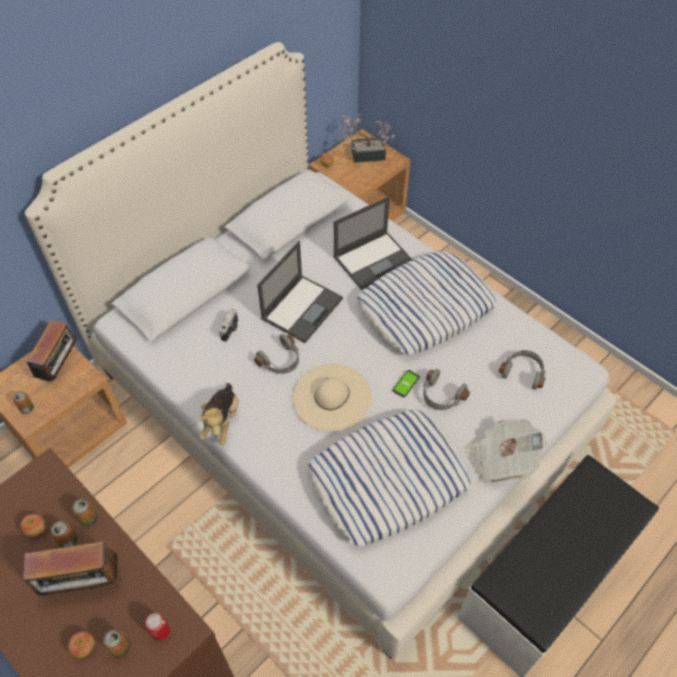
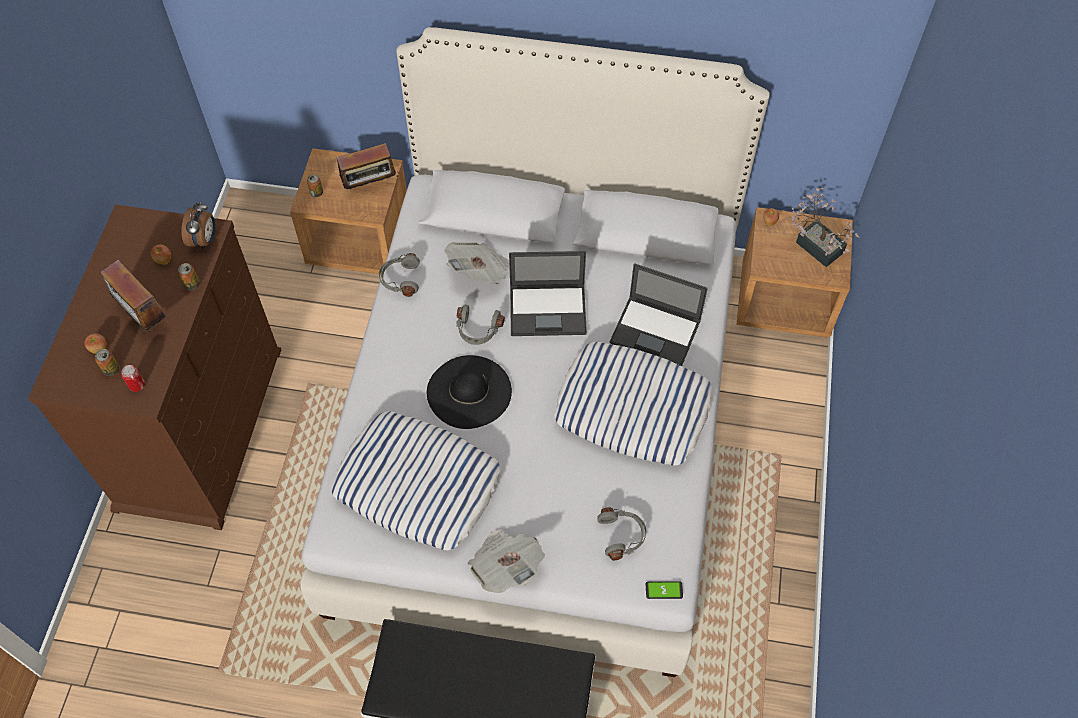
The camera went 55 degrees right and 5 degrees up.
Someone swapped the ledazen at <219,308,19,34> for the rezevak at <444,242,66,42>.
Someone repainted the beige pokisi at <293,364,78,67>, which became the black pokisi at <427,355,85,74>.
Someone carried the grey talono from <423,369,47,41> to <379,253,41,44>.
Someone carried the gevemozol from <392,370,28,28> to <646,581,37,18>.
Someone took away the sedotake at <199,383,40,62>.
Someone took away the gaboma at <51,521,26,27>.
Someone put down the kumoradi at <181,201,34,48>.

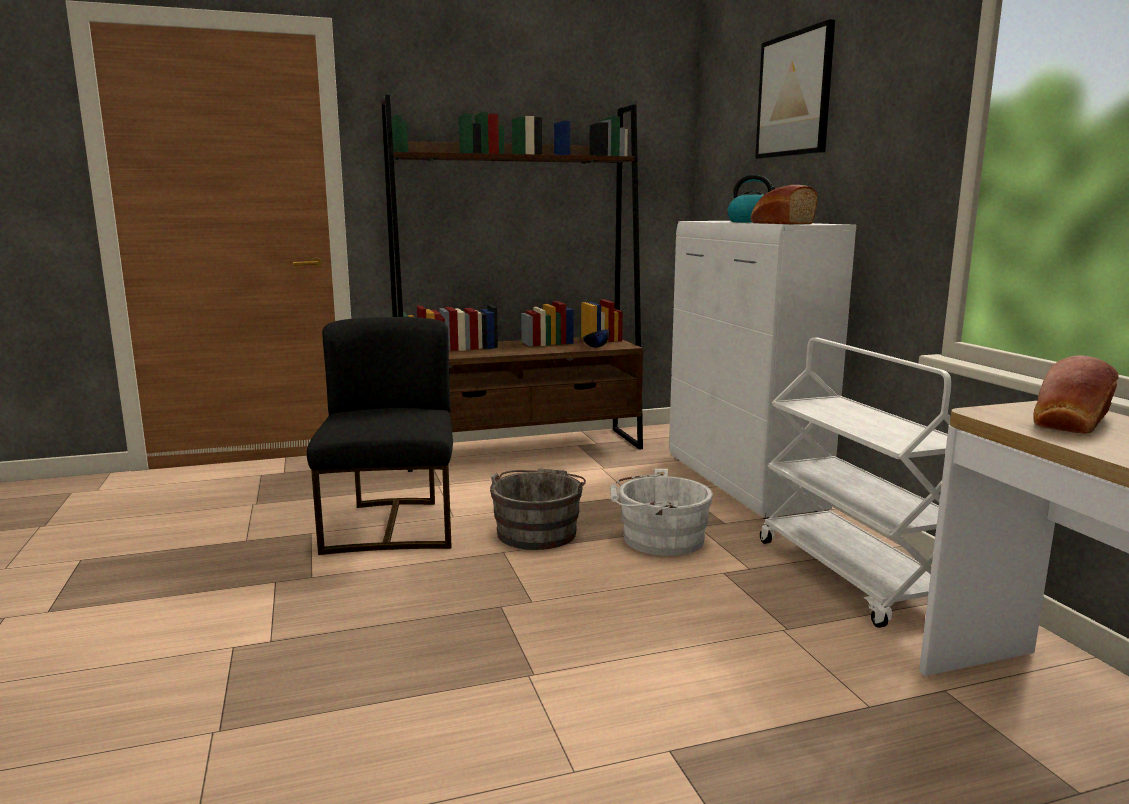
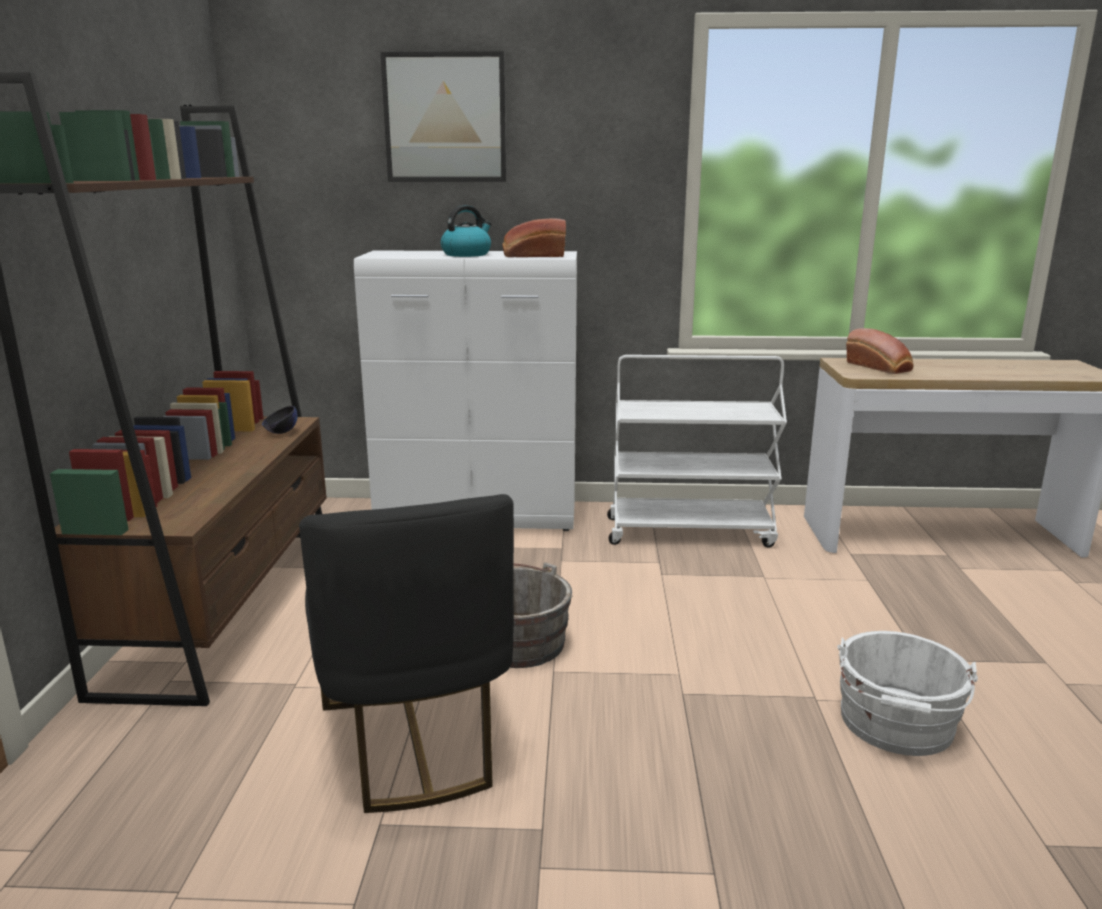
The camera went 70 degrees left and 5 degrees up.
Someone rotated the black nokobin at <307,317,146,238> by 120 degrees counterclockwise.
Someone carried the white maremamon from <610,469,103,87> to <837,631,141,125>.

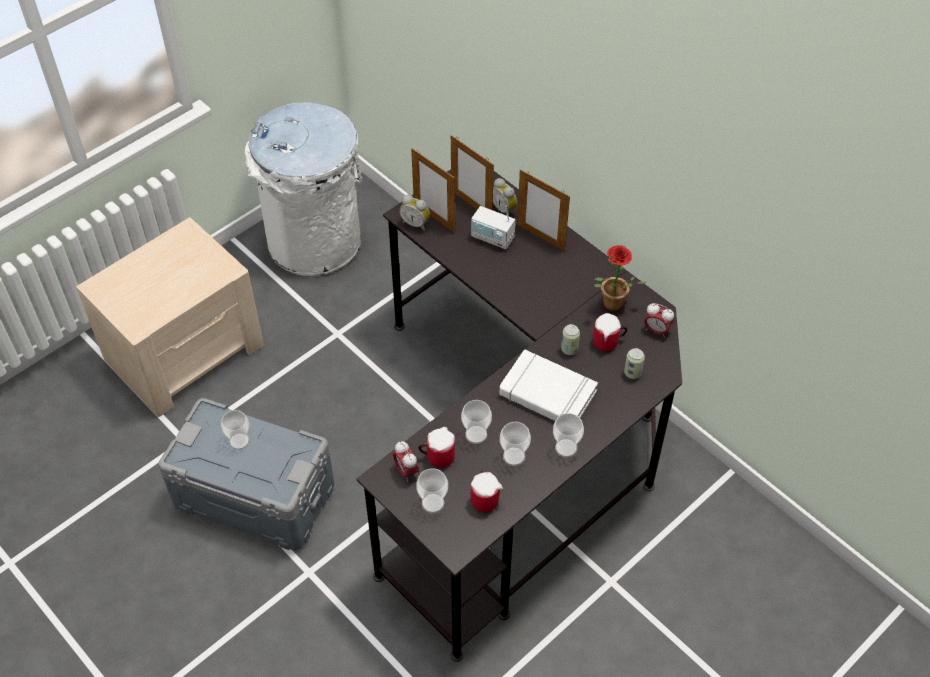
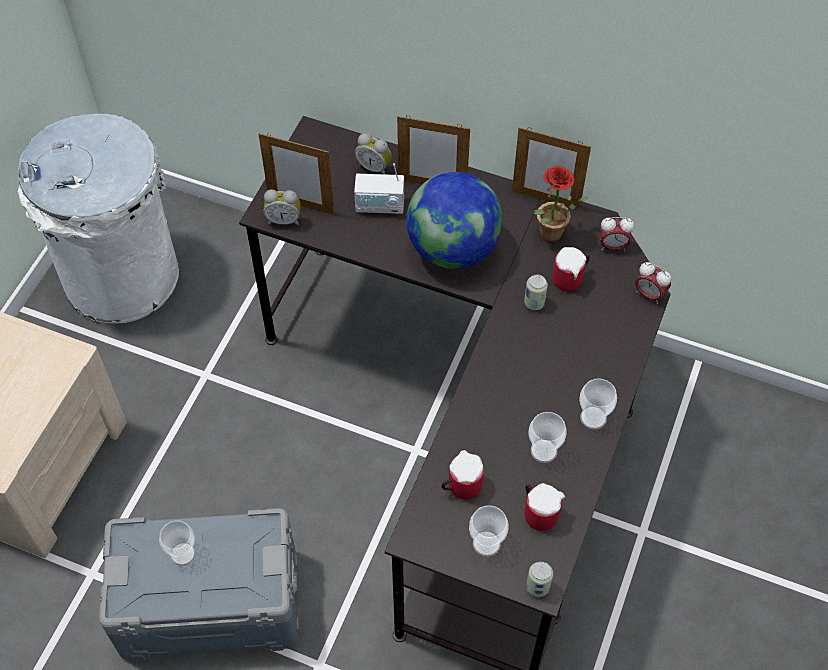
The camera went 25 degrees left and 5 degrees up.
Someone carried the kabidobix from <451,135,43,75> to <512,127,79,83>.
Someone carried the gaboma from <624,348,21,31> to <526,562,27,35>.
Someone took away the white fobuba at <499,349,99,72>.
Someone took away the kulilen at <461,400,31,44>.
Someone carried the kumoradi from <393,441,26,41> to <635,262,36,42>.
Someone put down the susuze at <406,172,97,97>.

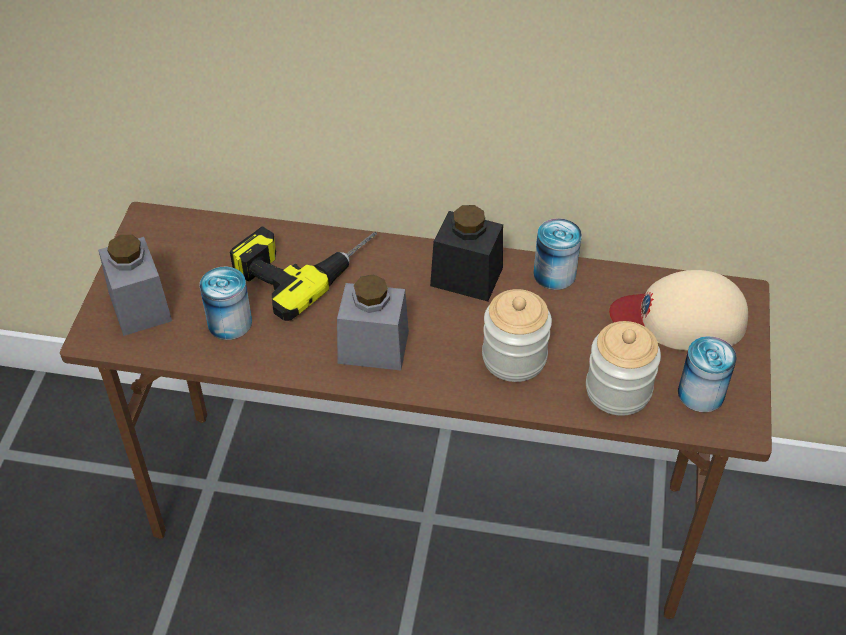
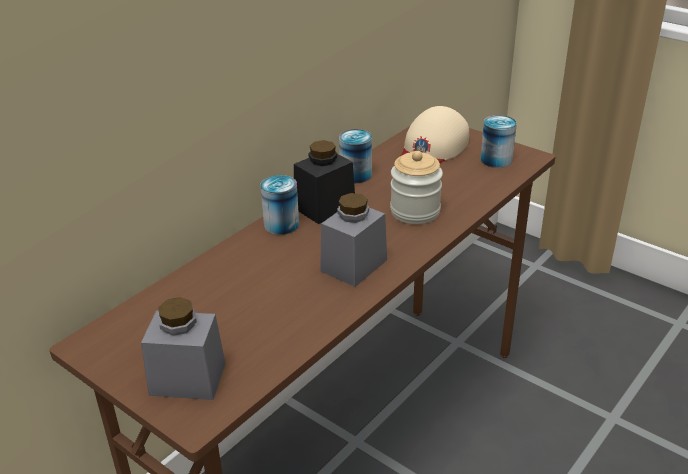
The camera went 60 degrees left and 15 degrees down.
Someone took away the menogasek at <230,226,147,95>.
Someone carried the gaboma from <200,267,52,73> to <260,175,39,60>.
Someone took away the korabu at <586,321,75,95>.

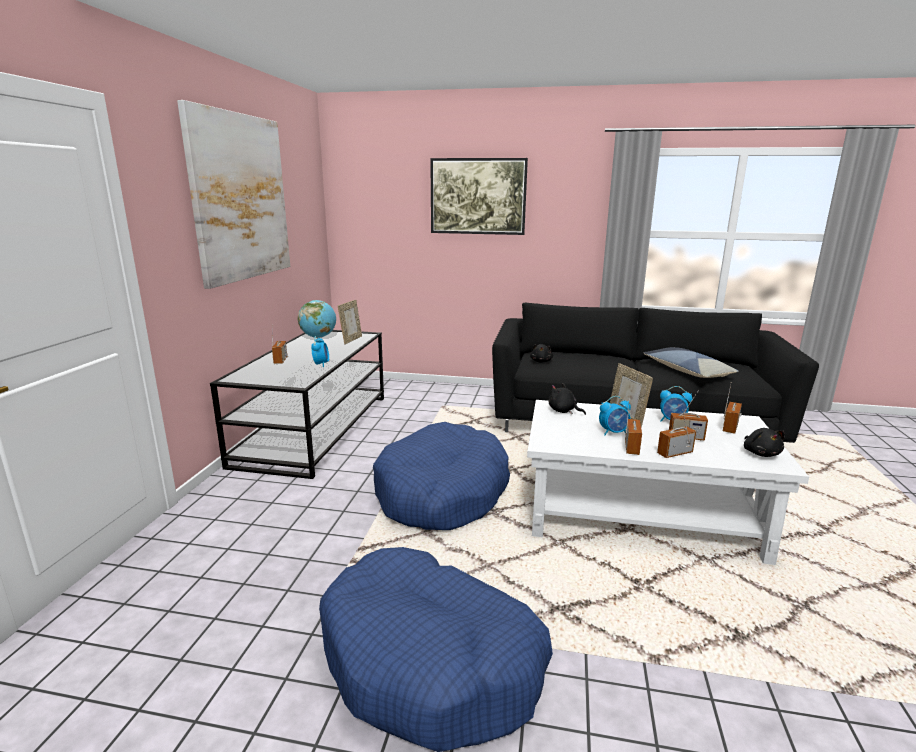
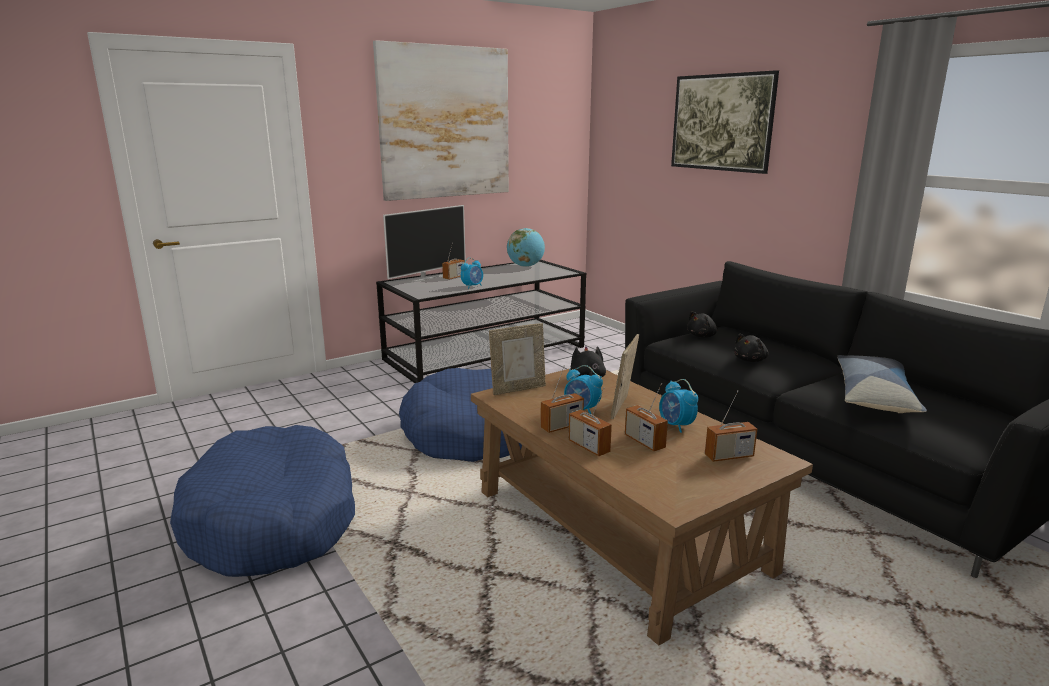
The camera went 45 degrees right and 0 degrees up.
Someone carried the kabidobix from <338,300,24,44> to <489,323,57,72>.
Someone repainted the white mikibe at <527,400,282,165>, which became the brown mikibe at <471,369,342,277>.
Someone rotated the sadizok at <657,410,39,48> by 150 degrees counterclockwise.
Someone carried the black sedotake from <744,428,41,29> to <734,334,35,28>.
Someone put down the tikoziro at <383,205,83,78>.

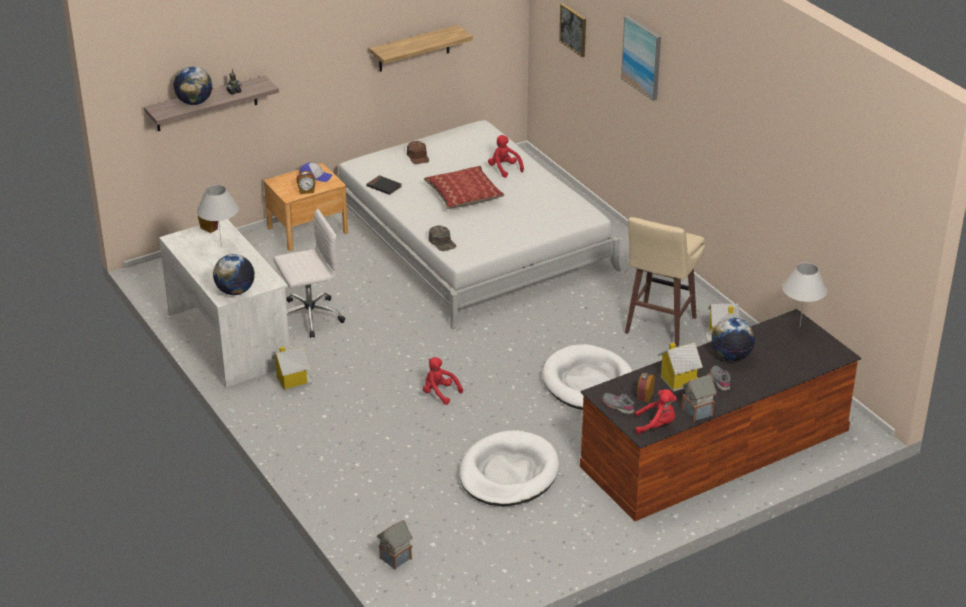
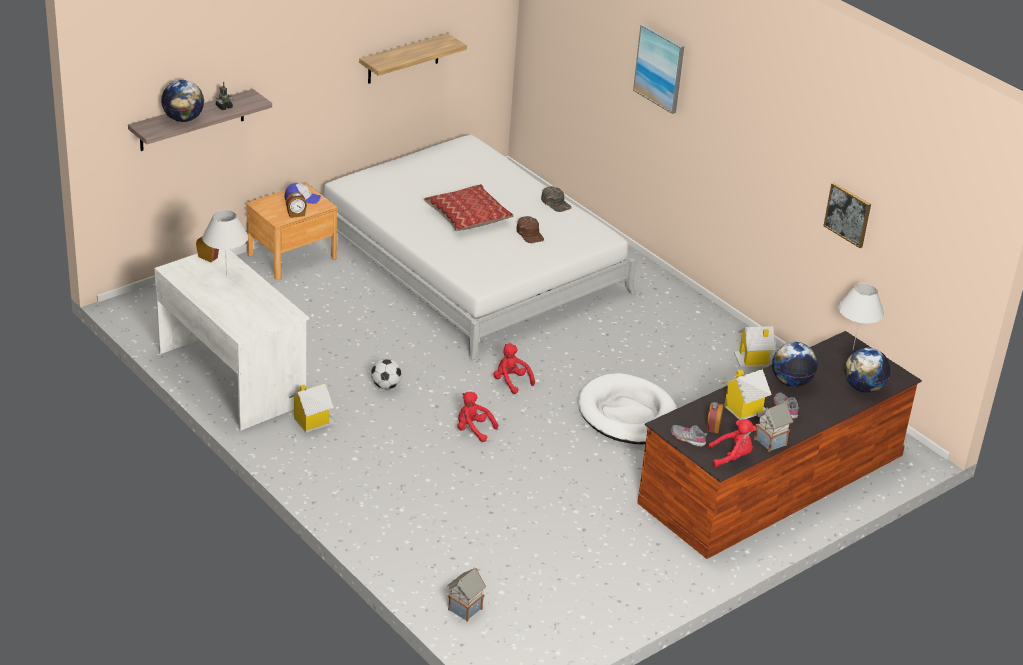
The camera went 10 degrees left and 0 degrees up.
Someone carried the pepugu from <559,3,27,54> to <823,182,48,66>.
Someone carried the red sedotake from <488,135,36,43> to <494,344,41,50>.
Someone carried the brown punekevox from <407,141,22,23> to <516,216,28,27>.
Someone took away the black fobuba at <366,175,36,20>.
Someone took away the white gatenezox at <273,209,72,129>.
Someone took away the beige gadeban at <625,217,80,130>.
Someone carried the green punekevox from <429,225,28,26> to <541,186,31,26>.
Someone carried the susuze from <213,254,42,41> to <845,348,46,45>.
Someone took away the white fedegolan at <459,431,100,75>.
Someone put down the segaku at <371,358,31,31>.

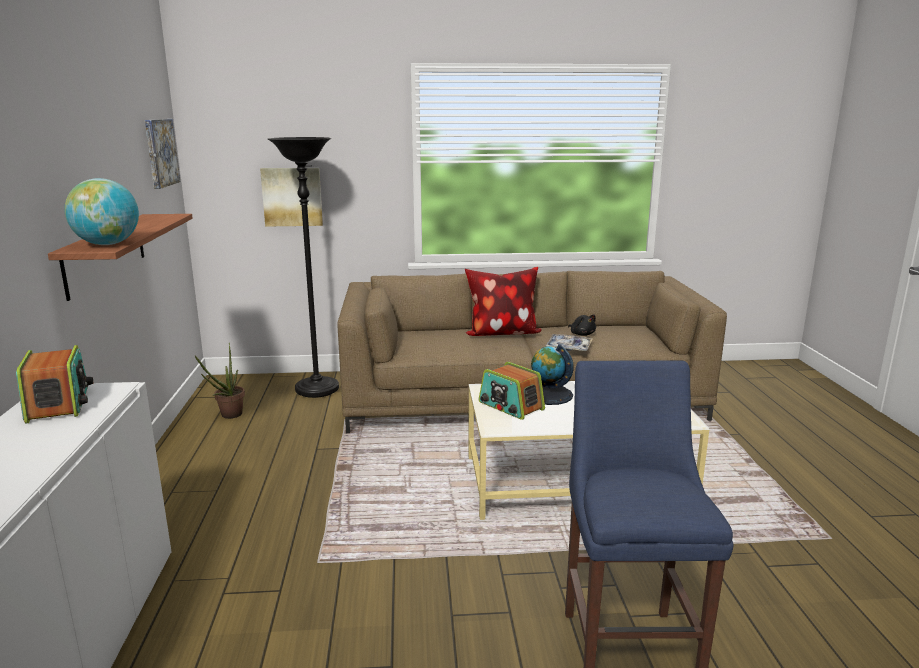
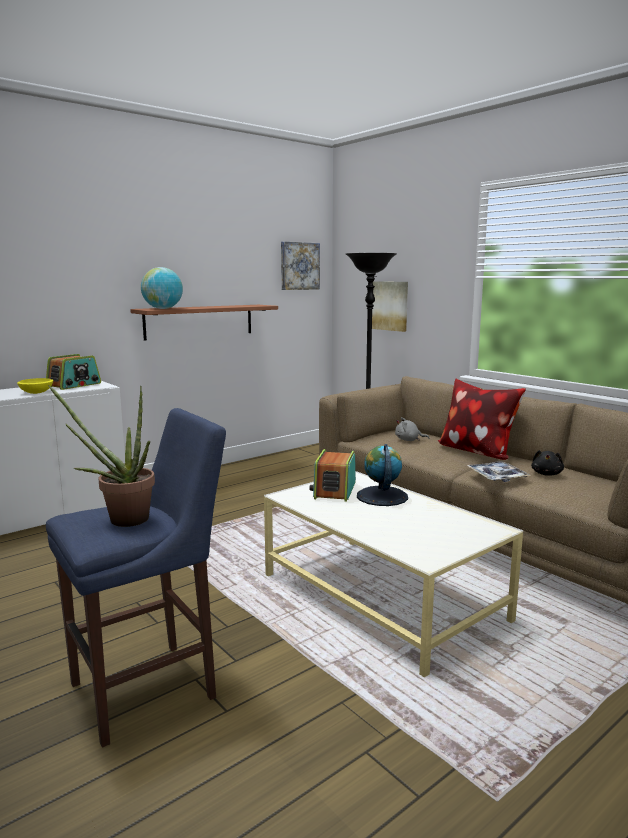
The camera went 55 degrees right and 5 degrees down.
Someone carried the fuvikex from <195,343,50,76> to <49,385,106,142>.
Someone put down the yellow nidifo at <17,378,36,16>.
Someone put down the grey sedotake at <395,417,34,24>.

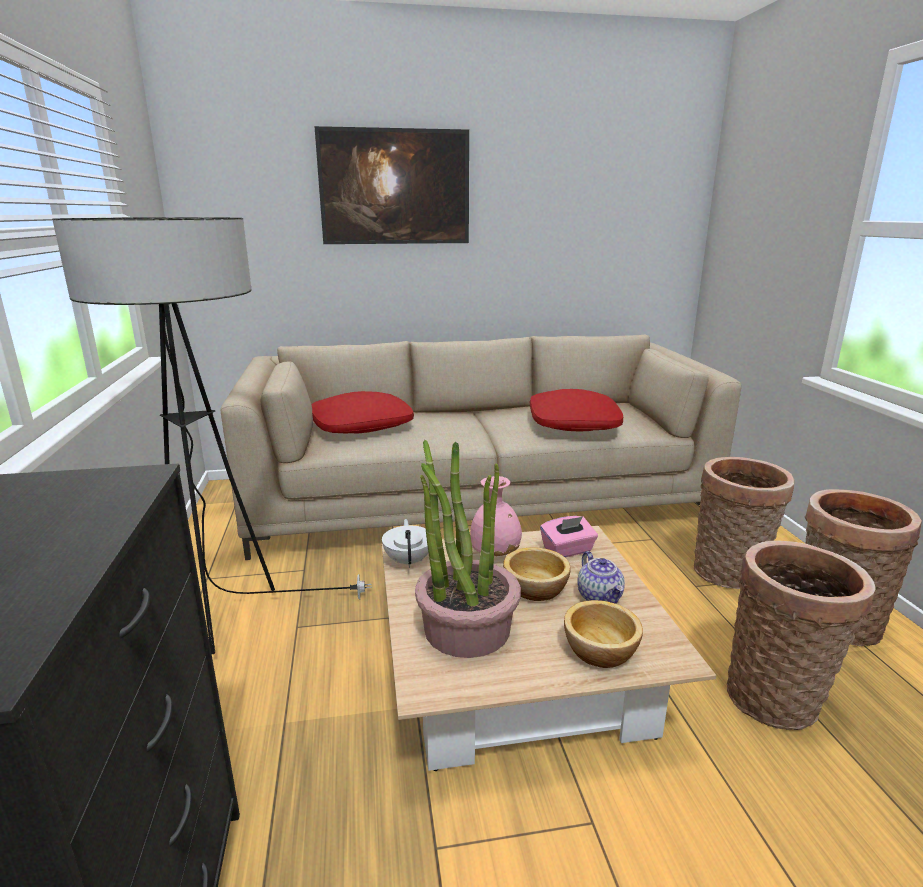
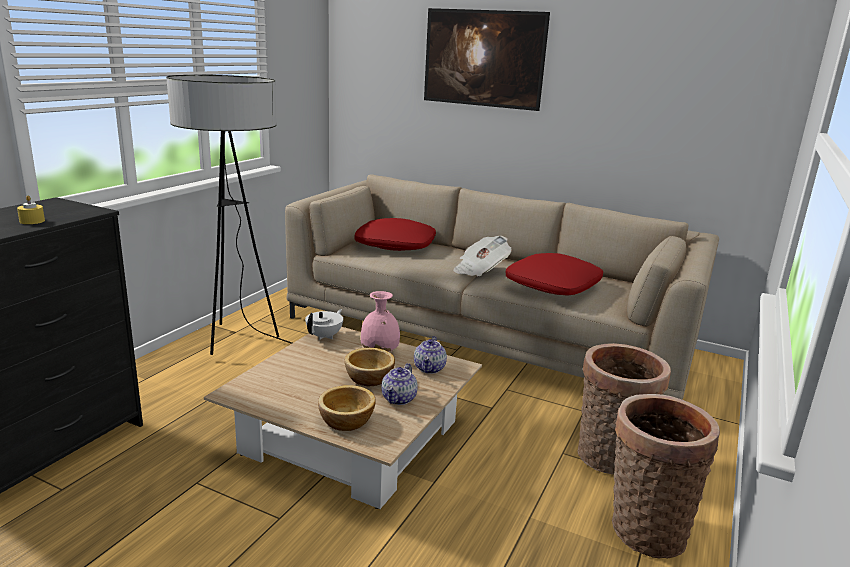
The camera went 35 degrees right and 0 degrees up.
Someone took away the fuvikex at <415,440,106,218>.
Someone swapped the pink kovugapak at <540,516,58,42> for the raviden at <414,336,33,38>.
Someone took away the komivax at <727,540,149,190>.
Someone put down the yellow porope at <17,195,28,29>.
Someone put down the rezevak at <453,236,59,41>.

